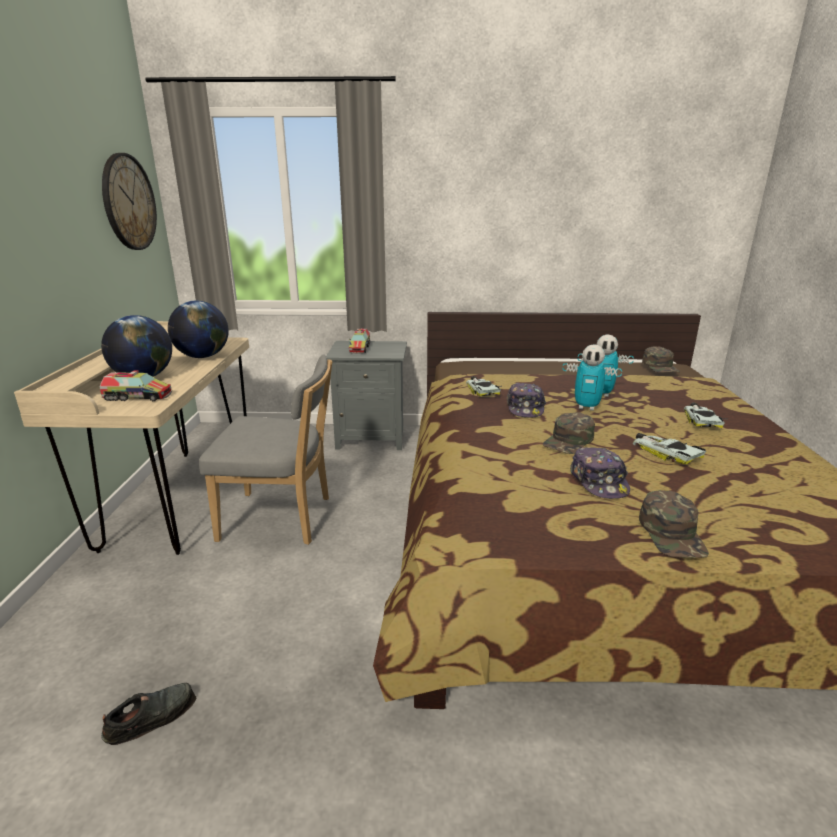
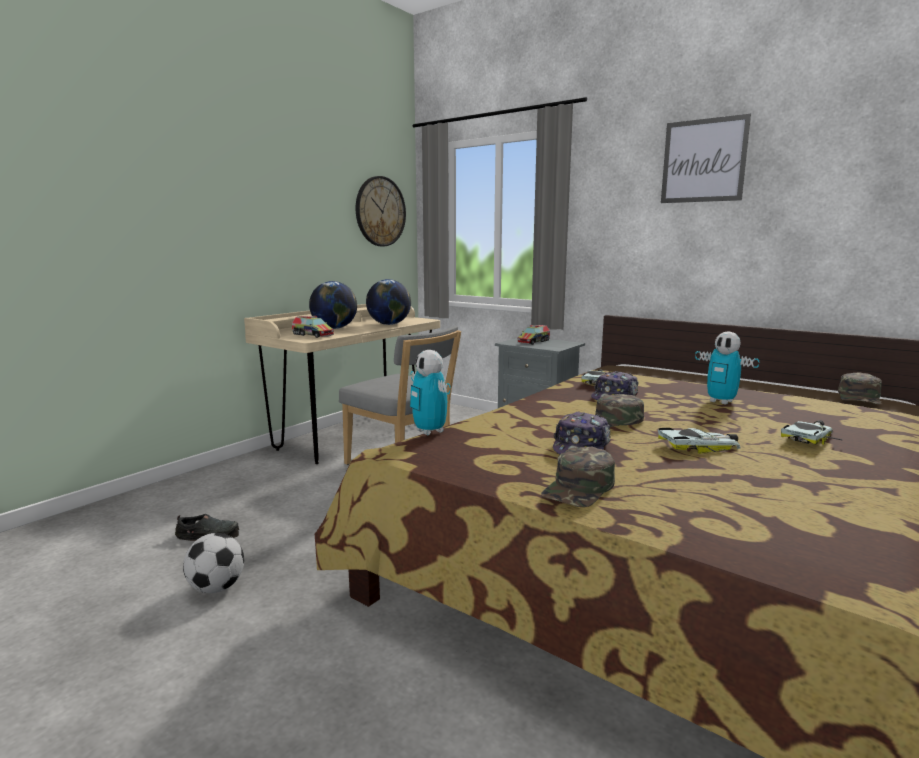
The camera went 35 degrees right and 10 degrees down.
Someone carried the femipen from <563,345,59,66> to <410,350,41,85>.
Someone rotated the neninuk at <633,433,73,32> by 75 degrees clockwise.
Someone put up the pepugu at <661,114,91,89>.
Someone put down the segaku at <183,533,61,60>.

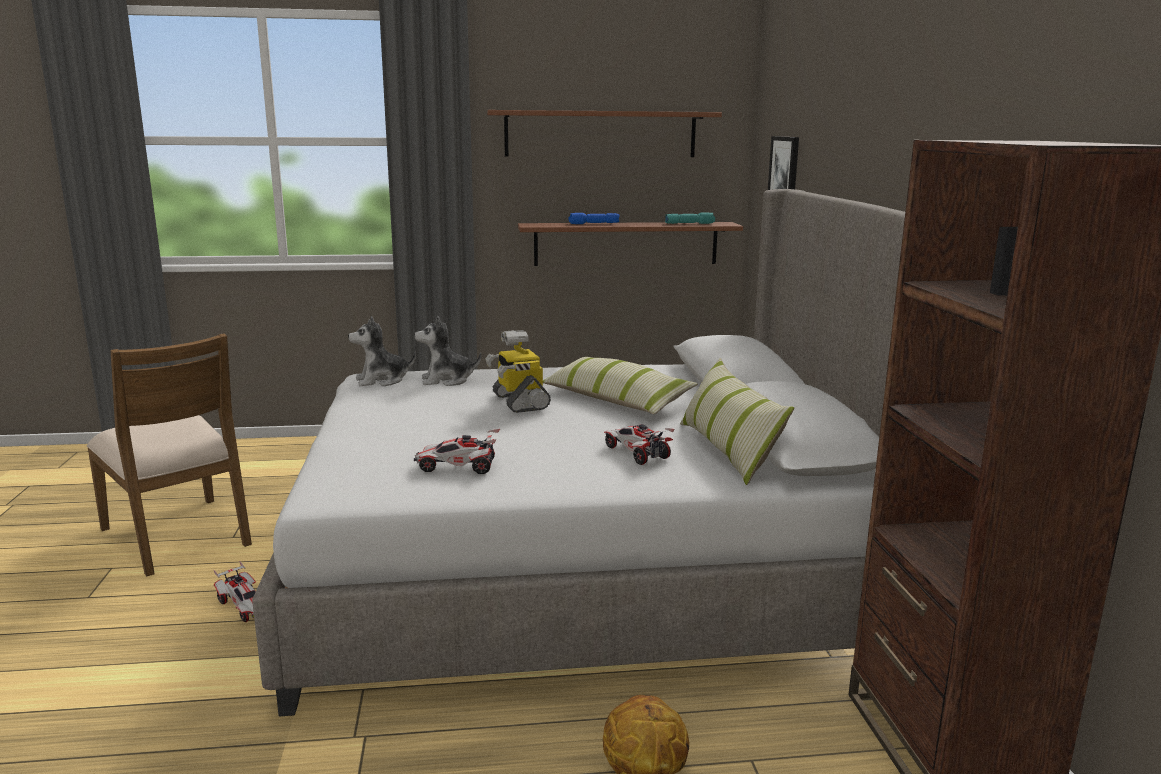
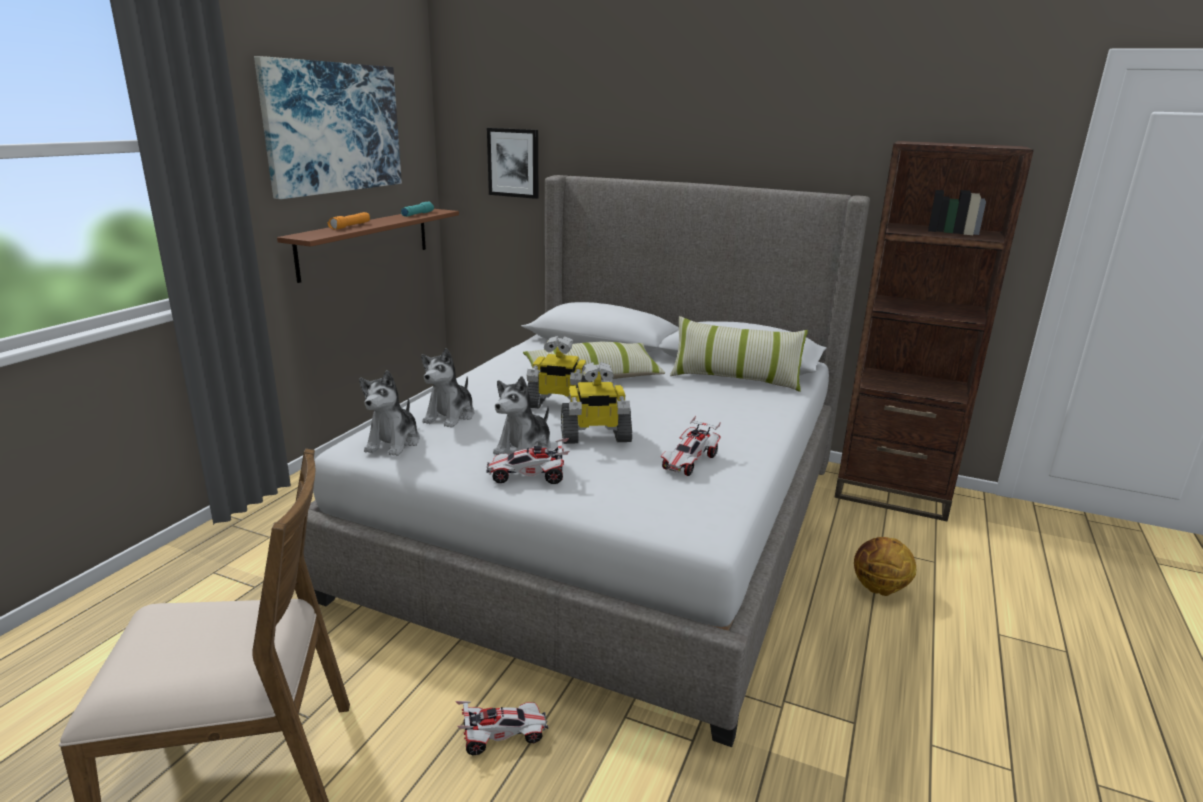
The camera went 60 degrees left and 5 degrees up.
Someone swapped the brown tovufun at <487,110,235,47> for the pepugu at <254,56,148,143>.
Someone repainted the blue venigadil at <569,213,50,11>, which became the orange venigadil at <328,212,42,18>.
Someone carried the neninuk from <604,424,70,41> to <486,438,83,46>.
Someone put down the femipen at <561,362,71,82>.
Someone put down the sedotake at <493,376,58,79>.

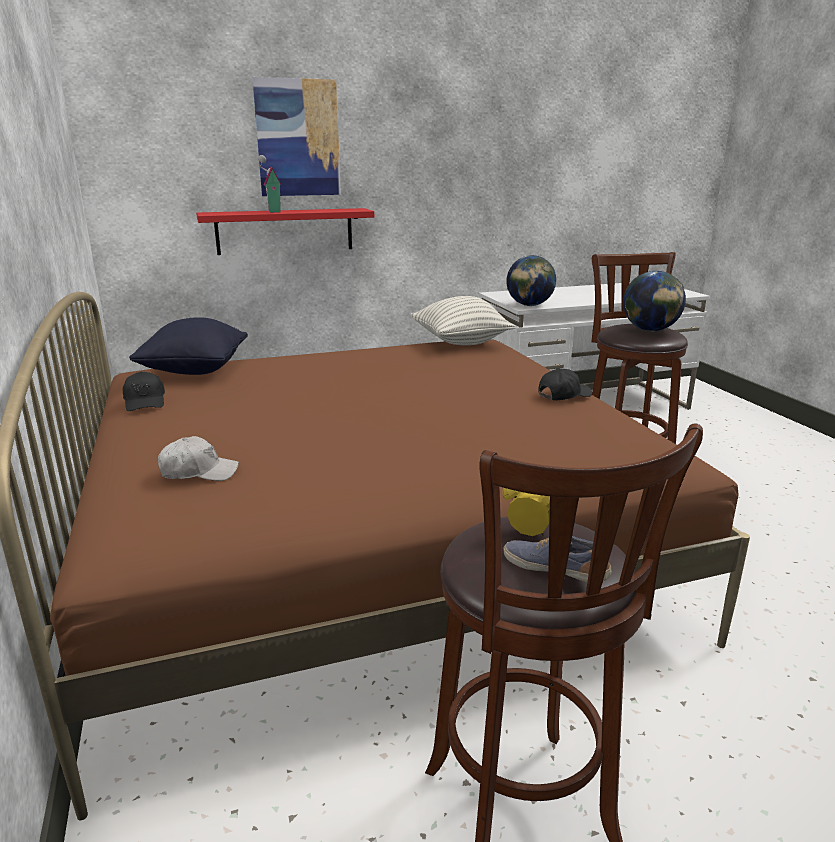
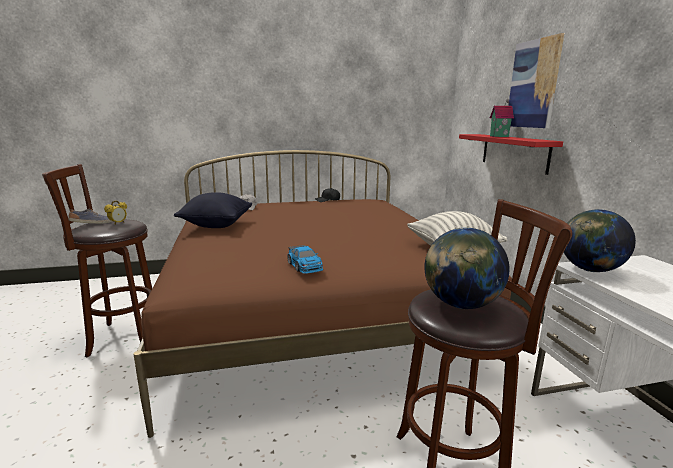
The camera went 95 degrees right and 5 degrees down.
Someone carried the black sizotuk from <129,317,119,58> to <174,192,78,36>.
Someone swapped the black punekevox at <538,368,54,32> for the neninuk at <287,245,37,29>.

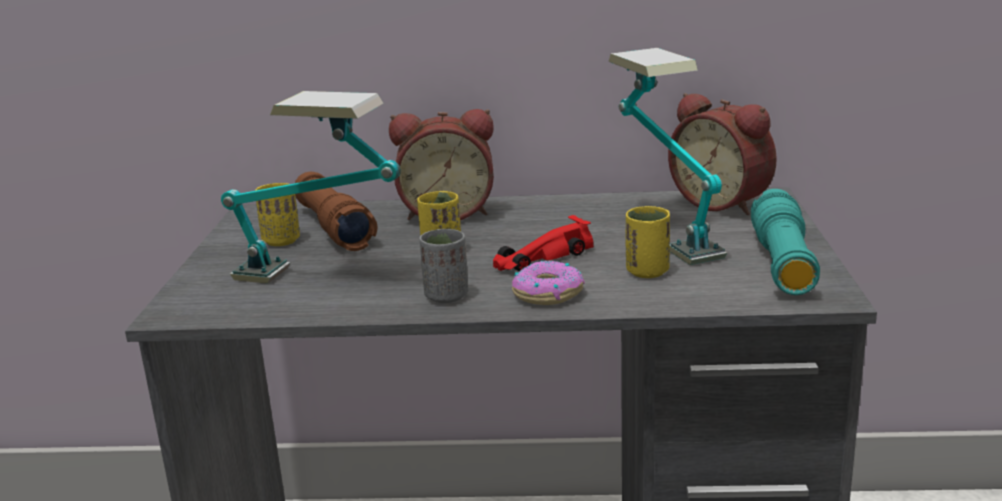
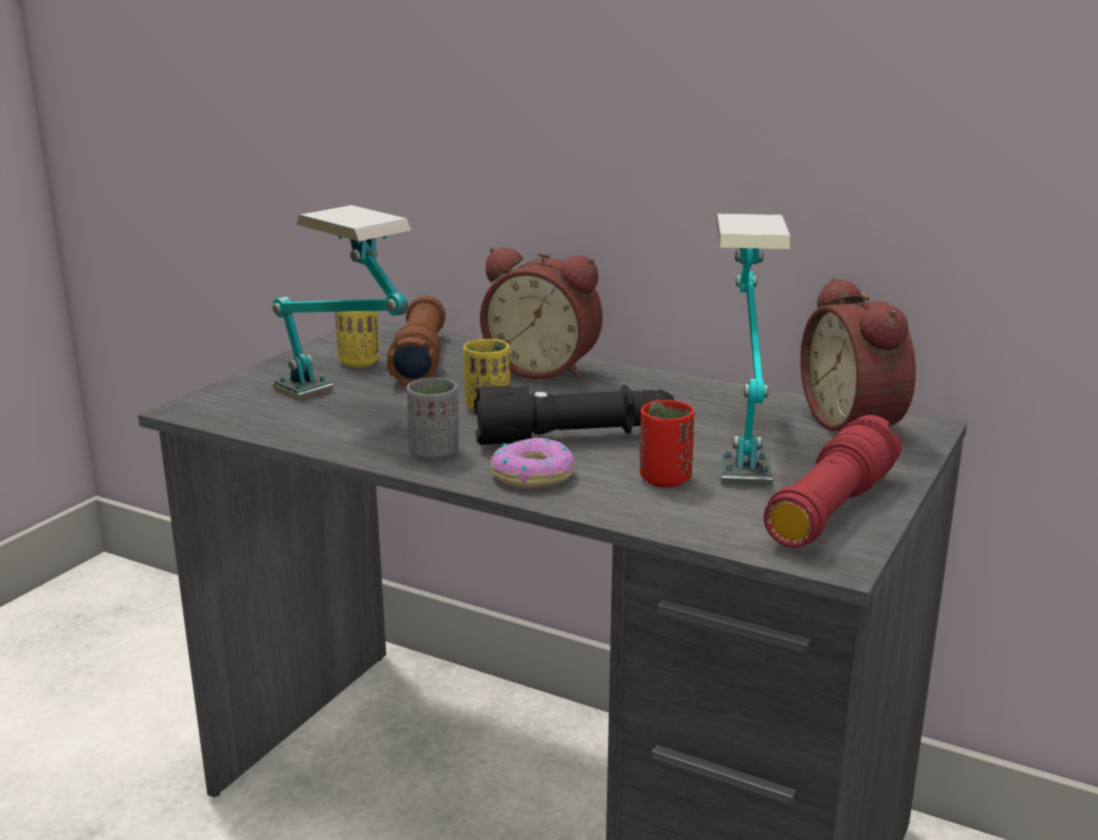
The camera went 25 degrees right and 0 degrees up.
Someone repainted the turquoise venigadil at <751,189,69,106>, which became the red venigadil at <763,415,138,133>.
Someone repainted the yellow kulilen at <626,206,44,72>, which became the red kulilen at <640,400,55,87>.
Someone swapped the red neninuk at <493,215,101,56> for the black venigadil at <474,385,200,60>.

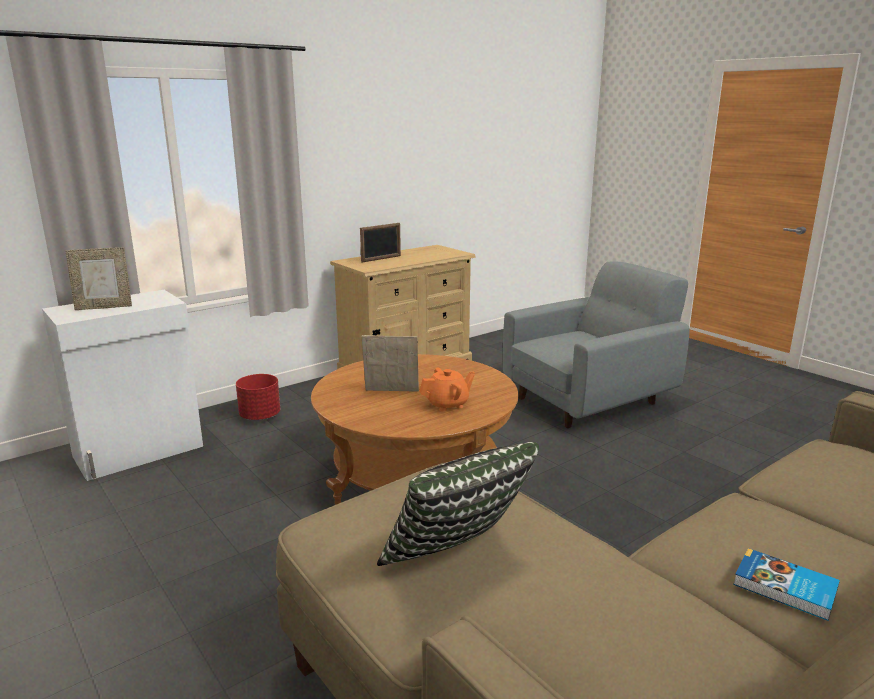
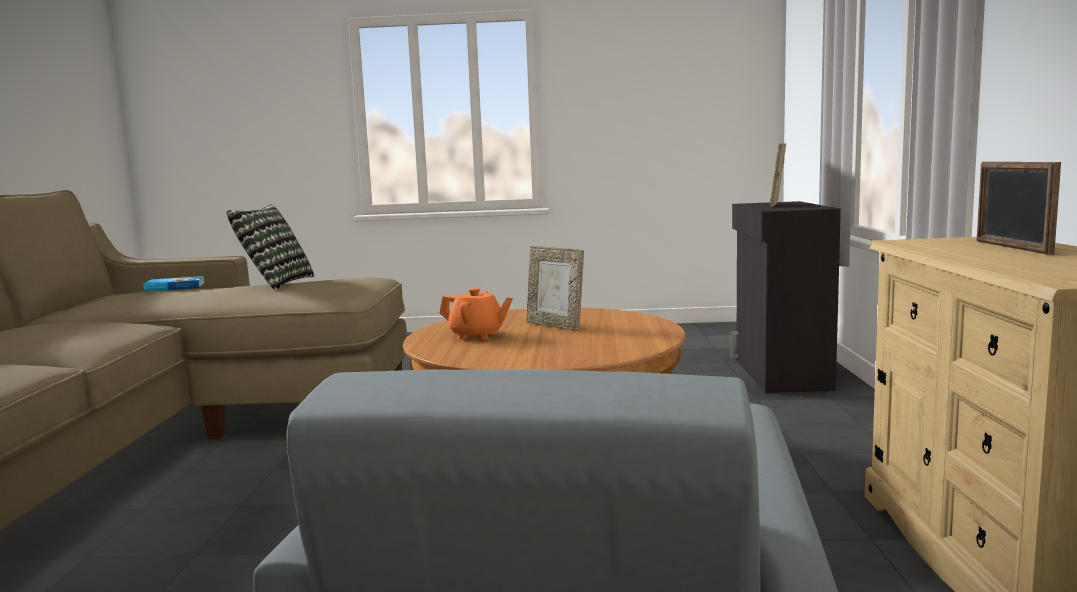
The camera went 130 degrees right and 10 degrees down.
Someone repainted the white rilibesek at <42,290,161,191>, which became the black rilibesek at <730,201,111,192>.
Someone rotated the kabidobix at <362,335,57,57> by 90 degrees clockwise.
Someone rotated the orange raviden at <419,368,56,44> by 90 degrees counterclockwise.
Someone took away the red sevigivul at <236,374,44,47>.
Someone carried the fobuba from <733,548,107,73> to <143,276,62,16>.

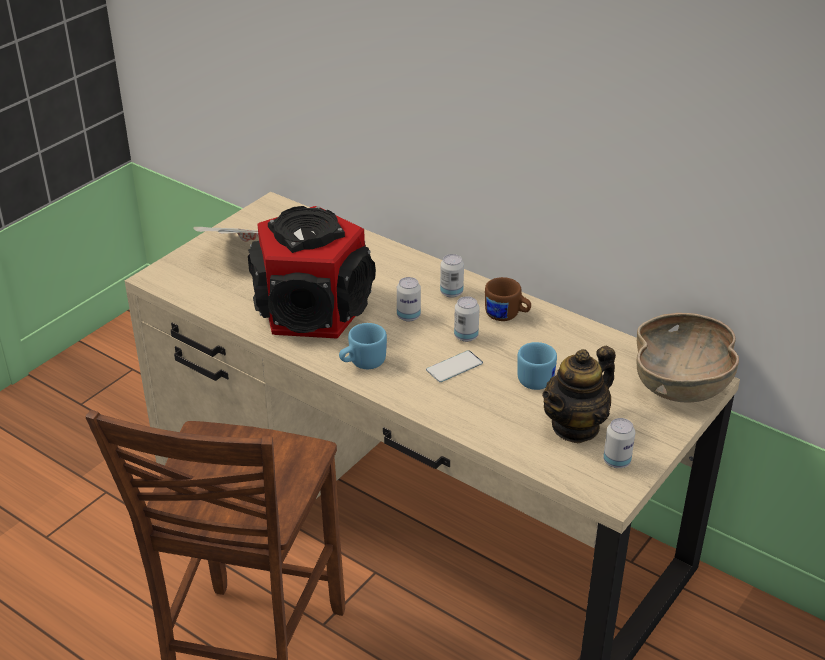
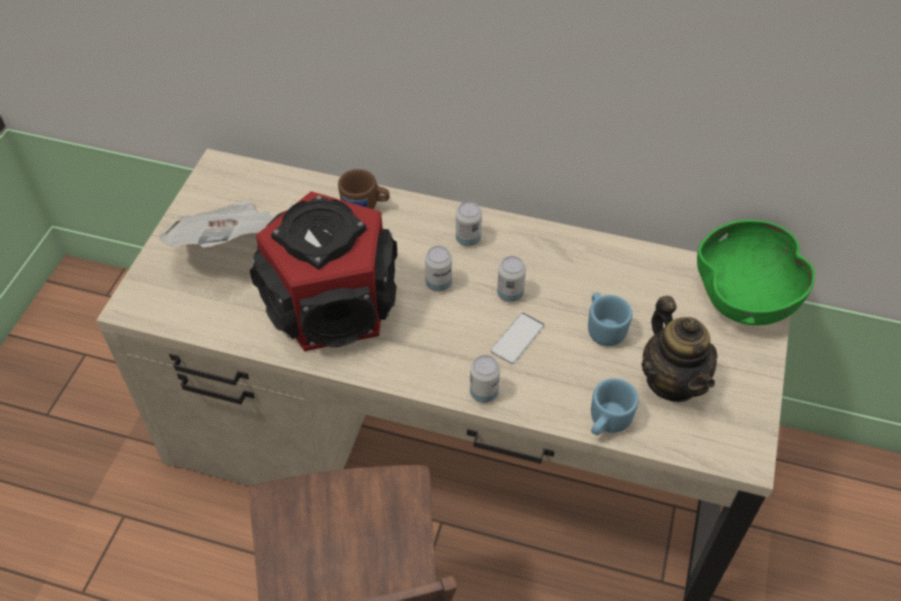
The camera went 20 degrees left and 15 degrees up.
Someone carried the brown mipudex from <485,277,46,44> to <338,169,52,40>.
Someone repainted the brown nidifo at <636,313,103,90>, which became the green nidifo at <697,219,118,106>.
Someone carried the blue mipudex from <339,323,48,46> to <591,378,48,57>.
Someone rotated the raviden at <542,346,74,97> by 45 degrees counterclockwise.
Someone carried the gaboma from <603,418,32,50> to <470,355,30,48>.

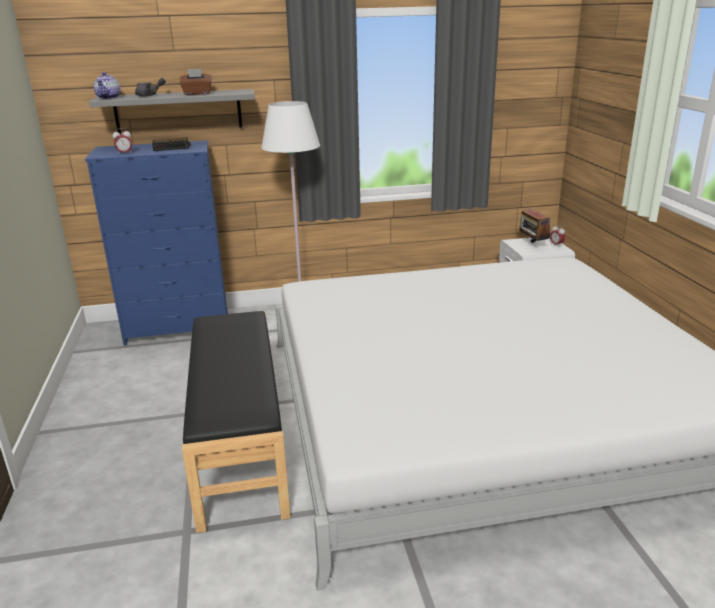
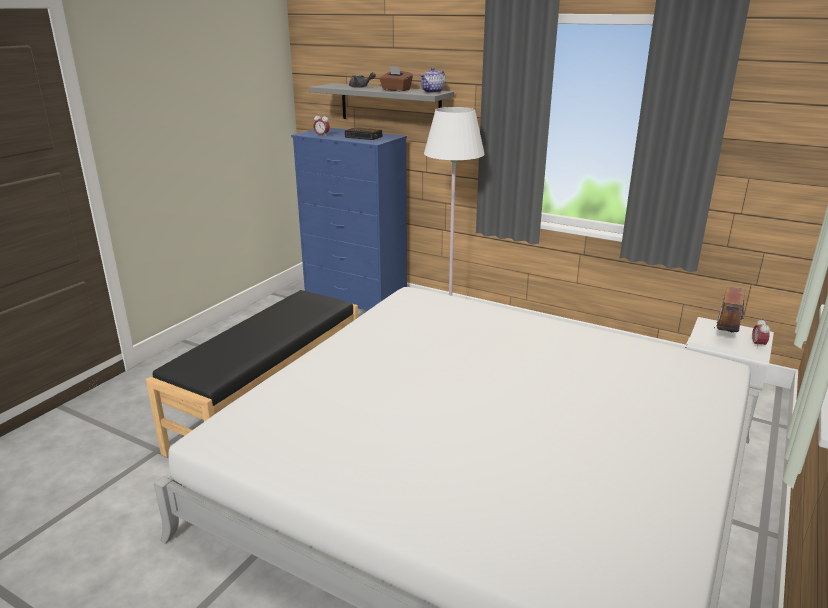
The camera went 40 degrees right and 0 degrees up.
Someone carried the raviden from <93,72,28,27> to <420,67,26,26>.

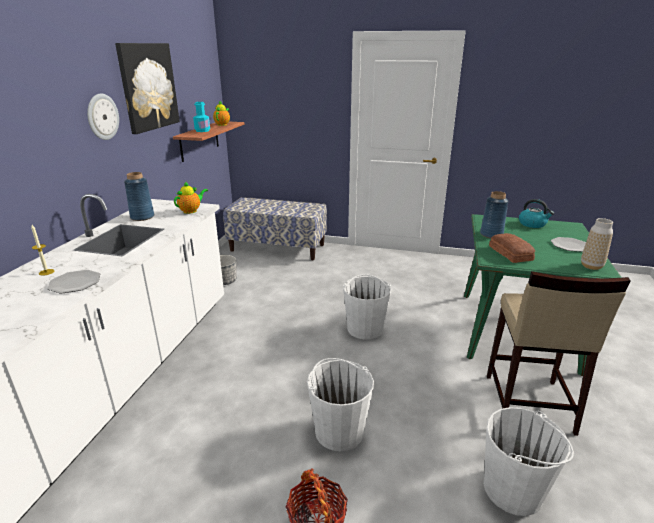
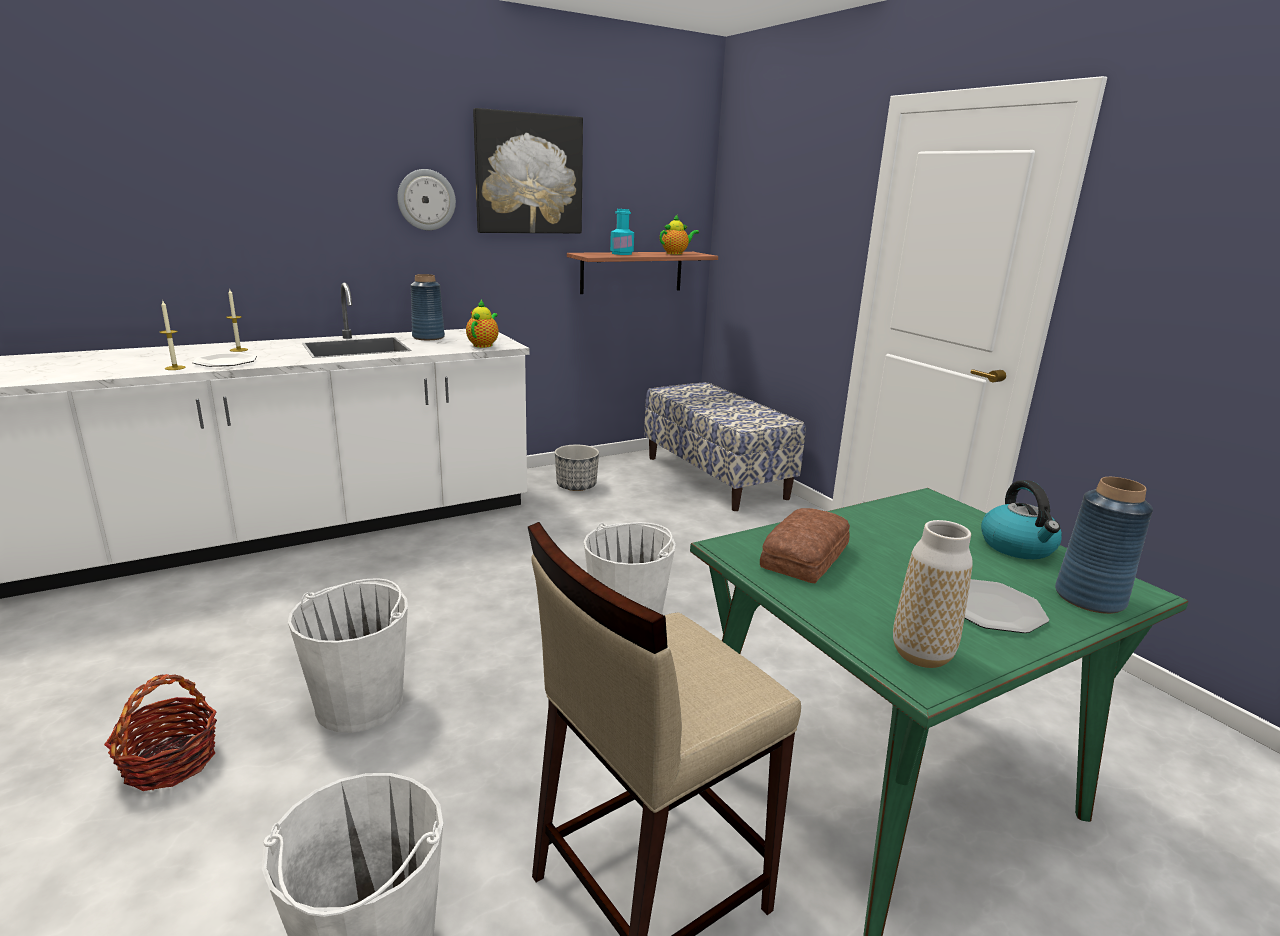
The camera went 45 degrees right and 5 degrees down.
Someone rotated the raviden at <174,181,34,33> by 75 degrees counterclockwise.
Someone carried the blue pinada from <480,191,28,47> to <1055,477,98,137>.
Someone put down the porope at <159,301,27,69>.

